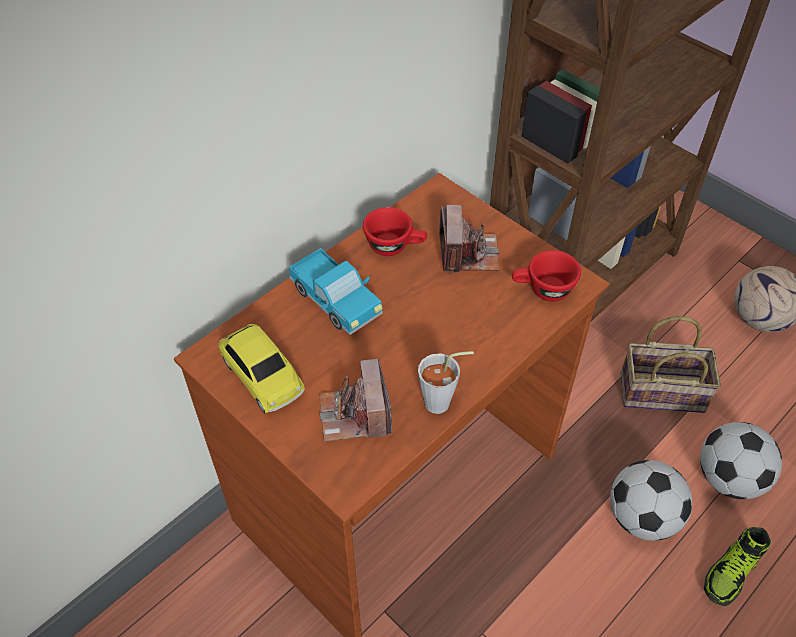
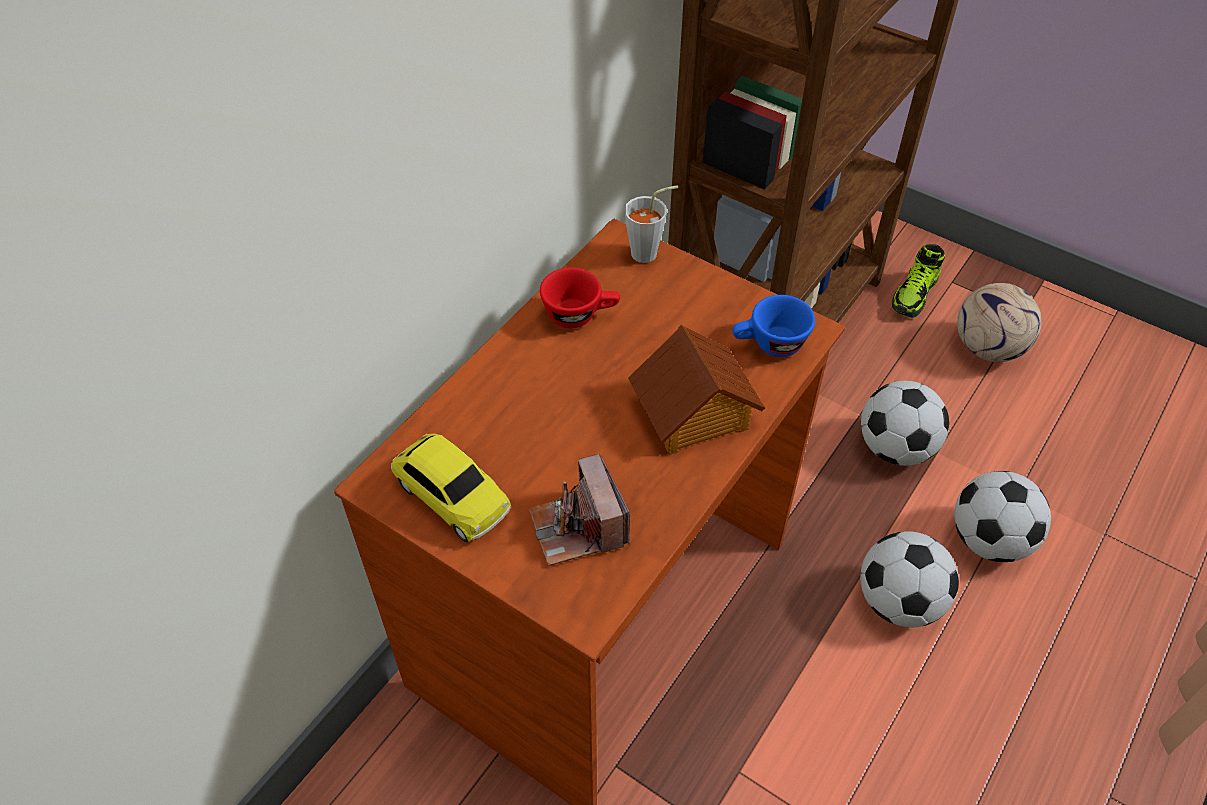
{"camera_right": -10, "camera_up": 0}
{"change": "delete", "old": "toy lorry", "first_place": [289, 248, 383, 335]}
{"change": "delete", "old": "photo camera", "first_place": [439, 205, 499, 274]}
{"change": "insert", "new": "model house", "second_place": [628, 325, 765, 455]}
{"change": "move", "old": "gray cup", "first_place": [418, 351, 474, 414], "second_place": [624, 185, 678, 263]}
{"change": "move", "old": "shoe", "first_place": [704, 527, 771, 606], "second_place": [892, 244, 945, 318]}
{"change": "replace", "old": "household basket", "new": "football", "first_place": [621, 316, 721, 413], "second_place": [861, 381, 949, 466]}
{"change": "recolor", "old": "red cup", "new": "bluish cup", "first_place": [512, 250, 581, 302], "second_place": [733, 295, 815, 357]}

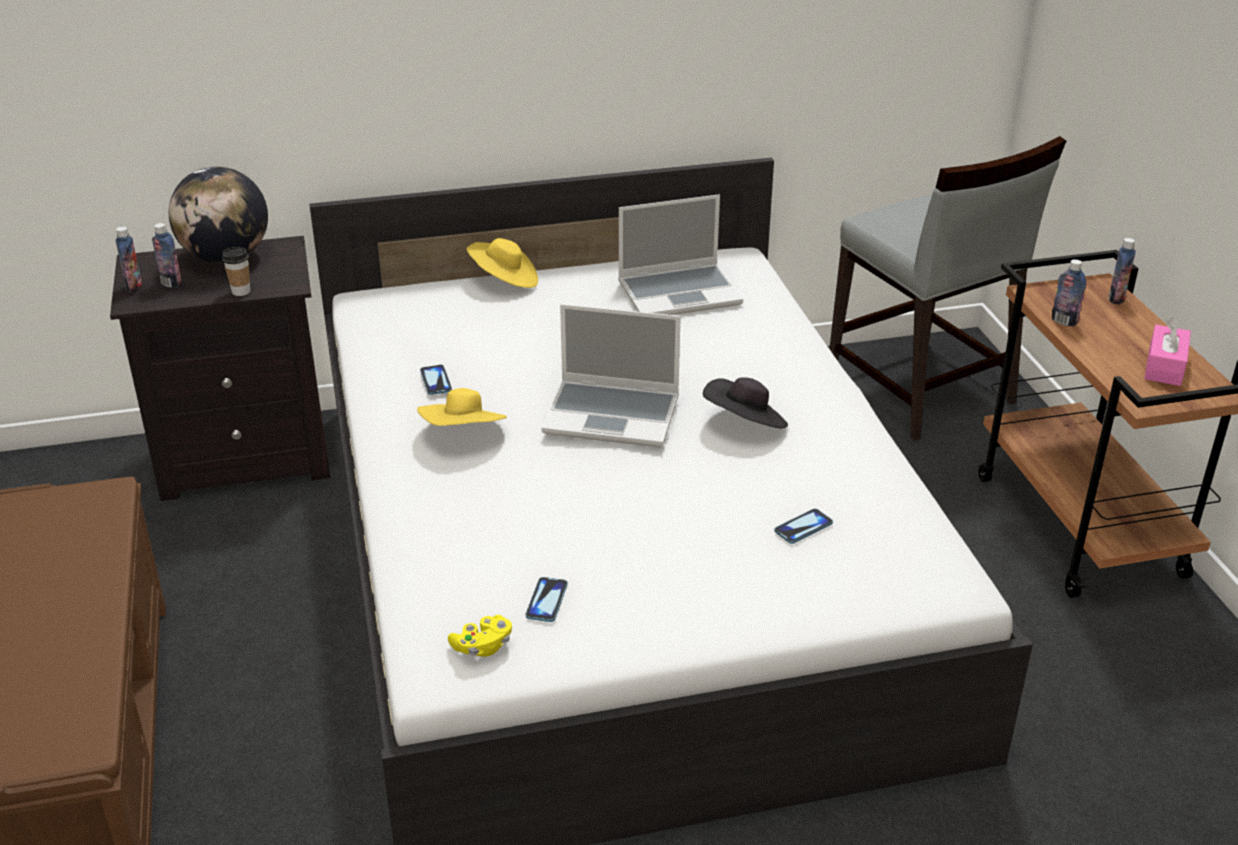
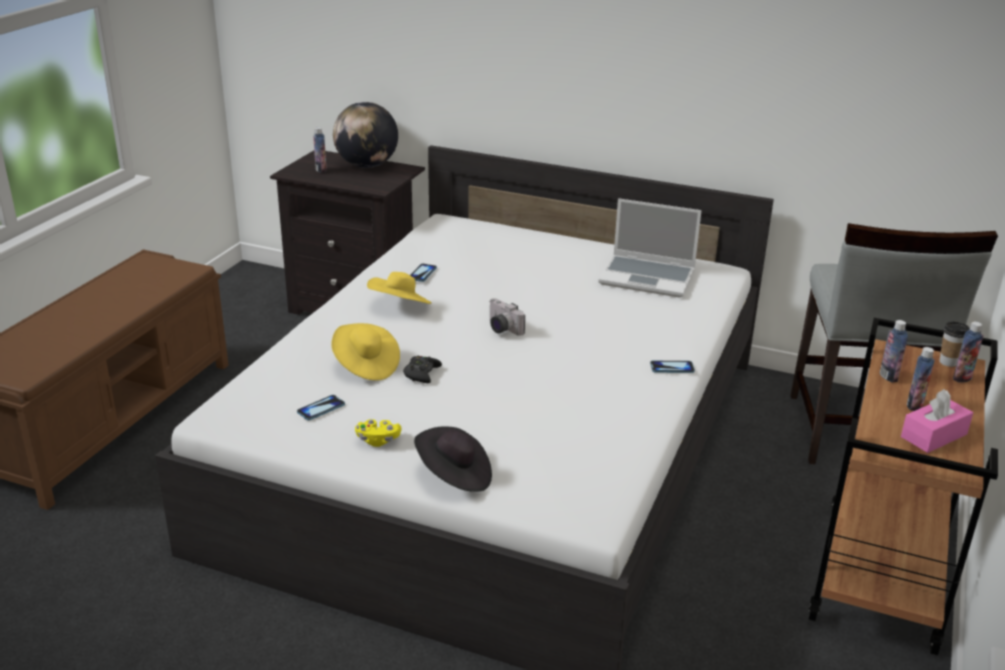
{"camera_right": 35, "camera_up": -5}
{"change": "insert", "new": "blackish gamepad", "second_place": [403, 356, 442, 383]}
{"change": "move", "old": "beverage bottle", "first_place": [116, 226, 142, 293], "second_place": [907, 347, 935, 411]}
{"change": "move", "old": "cup", "first_place": [222, 247, 250, 296], "second_place": [940, 322, 969, 367]}
{"change": "move", "old": "yellow-coloured gamepad", "first_place": [448, 615, 512, 657], "second_place": [355, 419, 401, 447]}
{"change": "move", "old": "yellow-coloured wearable hat", "first_place": [467, 238, 538, 288], "second_place": [331, 323, 400, 381]}
{"change": "move", "old": "blackish wearable hat", "first_place": [703, 378, 788, 428], "second_place": [414, 427, 492, 492]}
{"change": "move", "old": "telephone", "first_place": [774, 509, 833, 544], "second_place": [650, 361, 695, 373]}
{"change": "replace", "old": "laptop", "new": "photo camera", "first_place": [541, 304, 681, 447], "second_place": [489, 298, 525, 336]}

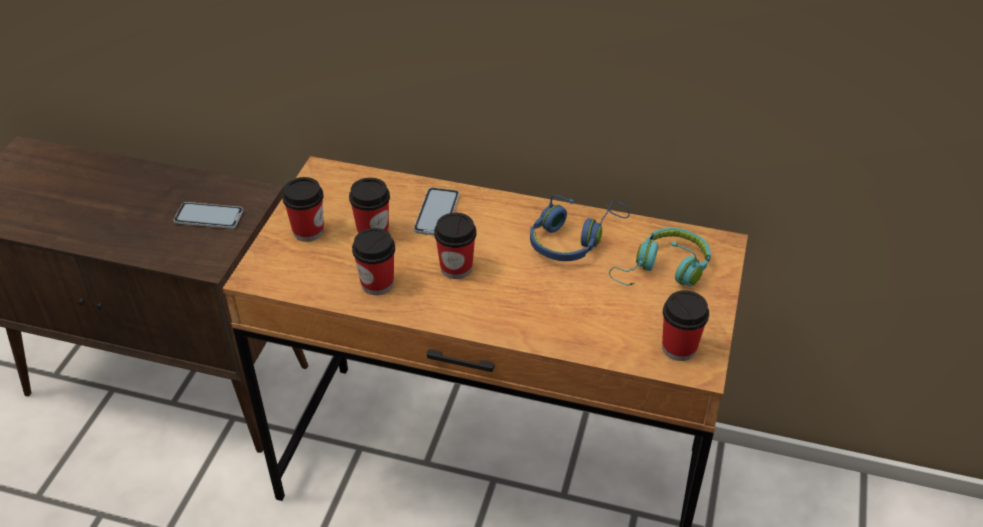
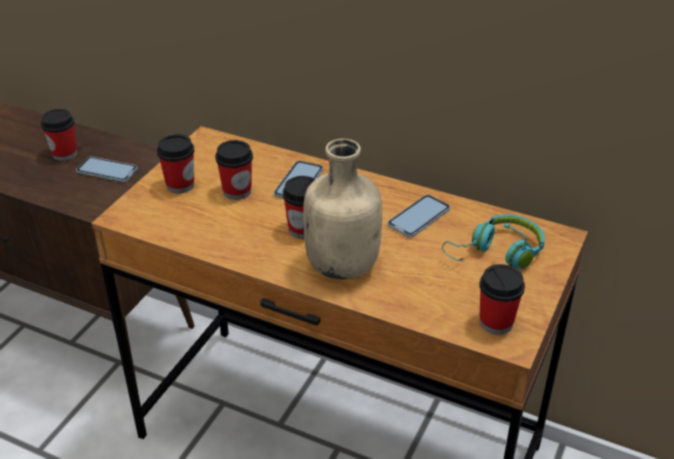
{"camera_right": 10, "camera_up": -5}
{"change": "insert", "new": "beige-coloured beverage bottle", "second_place": [303, 139, 382, 279]}
{"change": "move", "old": "cup", "first_place": [352, 228, 395, 295], "second_place": [41, 109, 77, 161]}
{"change": "replace", "old": "bluish headset", "new": "telephone", "first_place": [530, 195, 630, 261], "second_place": [387, 195, 450, 238]}

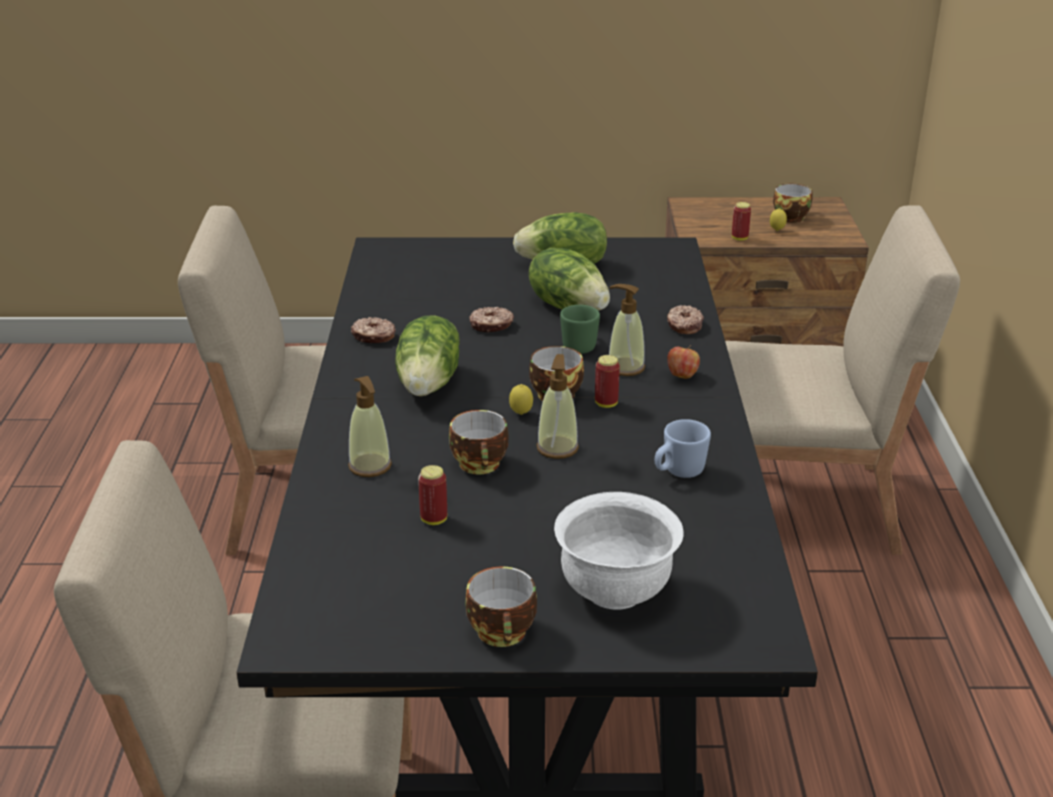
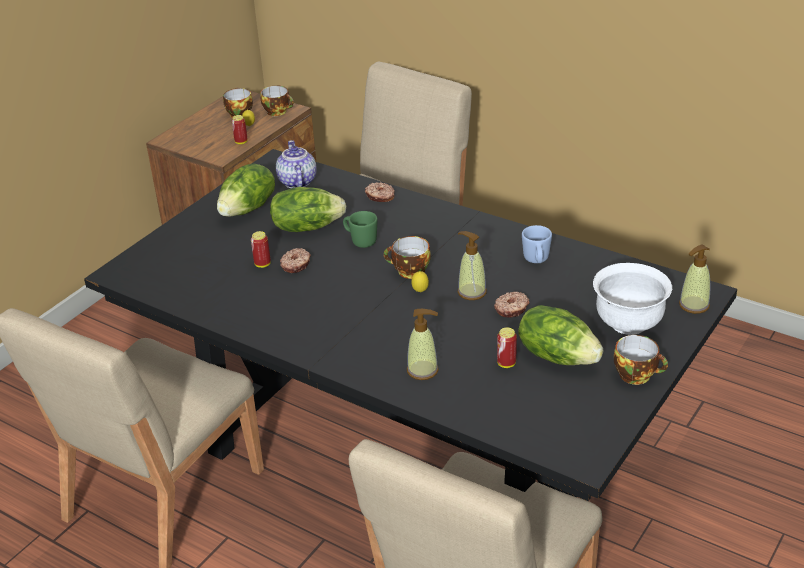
{"camera_right": -55, "camera_up": 5}
{"change": "delete", "old": "whole apple", "first_place": [667, 345, 700, 379]}
{"change": "insert", "new": "pot for tea", "second_place": [276, 140, 317, 188]}
{"change": "move", "old": "doughnut", "first_place": [350, 317, 396, 343], "second_place": [494, 292, 529, 318]}
{"change": "move", "old": "head of lettuce", "first_place": [396, 316, 460, 397], "second_place": [519, 305, 603, 365]}
{"change": "move", "old": "cup", "first_place": [449, 410, 509, 474], "second_place": [260, 86, 294, 116]}
{"change": "move", "old": "sealed can", "first_place": [595, 355, 620, 408], "second_place": [251, 231, 271, 268]}
{"change": "move", "old": "liquid soap bottle", "first_place": [609, 284, 645, 376], "second_place": [679, 245, 710, 314]}

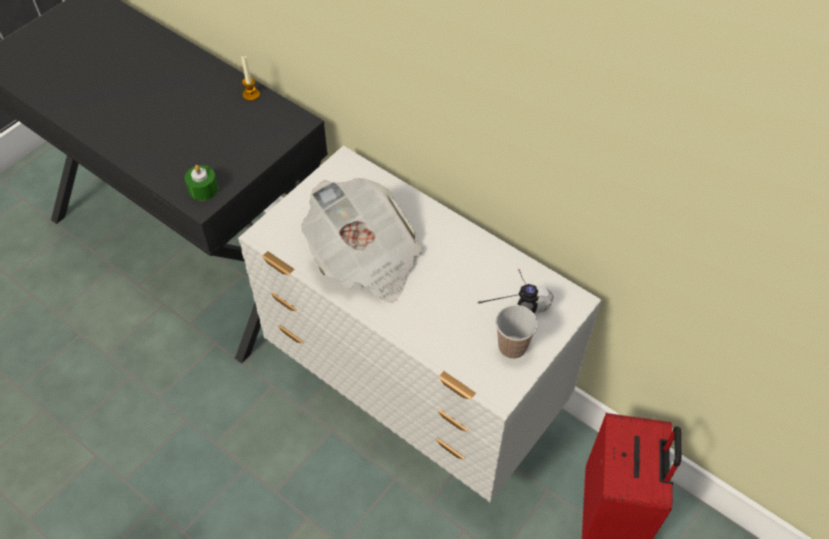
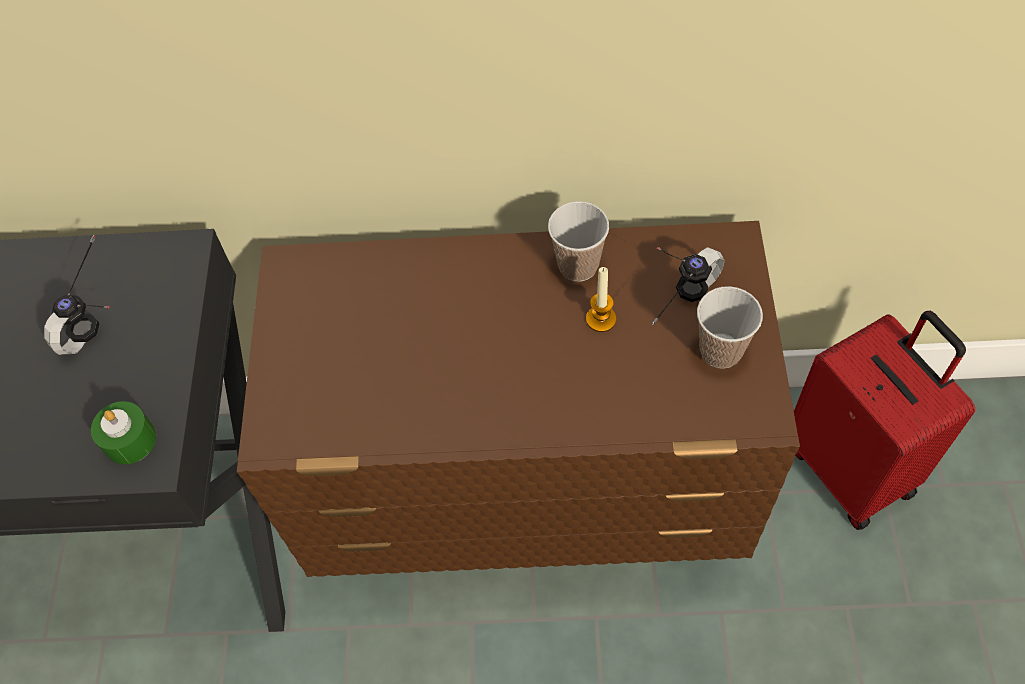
{"camera_right": -35, "camera_up": 5}
{"change": "delete", "old": "newspaper", "first_place": [301, 178, 423, 303]}
{"change": "insert", "new": "headset", "second_place": [44, 235, 109, 355]}
{"change": "insert", "new": "cup", "second_place": [548, 201, 609, 281]}
{"change": "move", "old": "wax light", "first_place": [241, 55, 260, 101], "second_place": [586, 267, 616, 332]}
{"change": "recolor", "old": "white dresser", "new": "brownish dresser", "first_place": [238, 146, 602, 502], "second_place": [237, 221, 800, 577]}

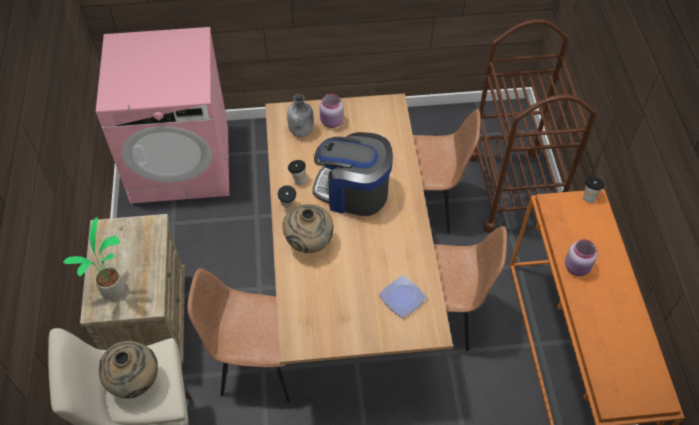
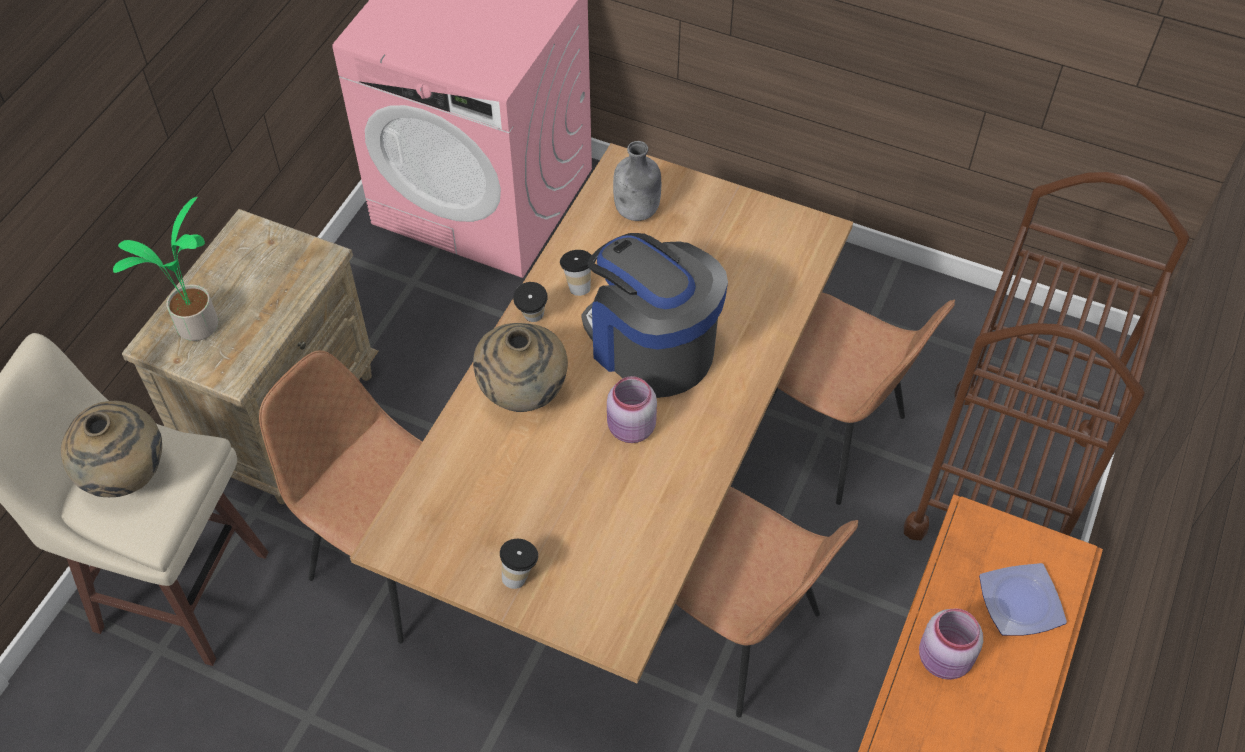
{"camera_right": 30, "camera_up": 0}
{"change": "move", "old": "pink-coloured preserve jar", "first_place": [319, 94, 344, 128], "second_place": [607, 376, 657, 443]}
{"change": "move", "old": "dinner plate", "first_place": [379, 275, 427, 317], "second_place": [979, 563, 1067, 636]}
{"change": "move", "old": "cup", "first_place": [583, 177, 604, 203], "second_place": [500, 539, 538, 589]}

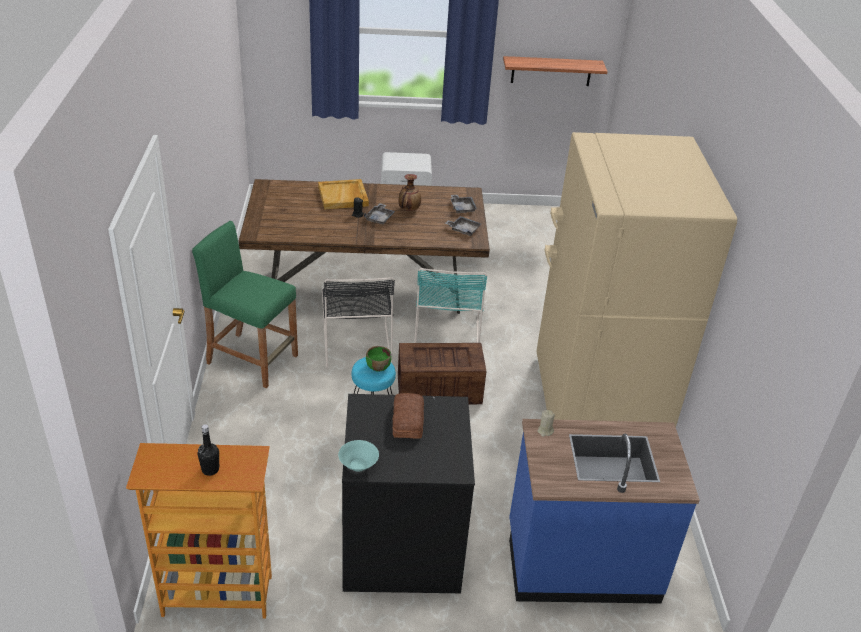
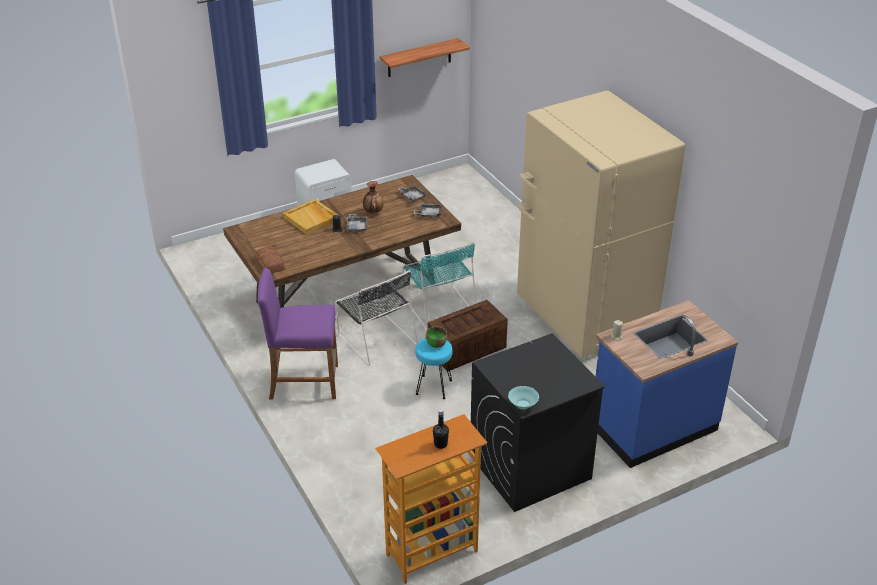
{"camera_right": -25, "camera_up": 0}
{"change": "move", "old": "bread", "first_place": [393, 393, 424, 439], "second_place": [256, 246, 285, 274]}
{"change": "recolor", "old": "green-coloured stool seat", "new": "purplish stool seat", "first_place": [192, 221, 298, 388], "second_place": [258, 268, 338, 399]}

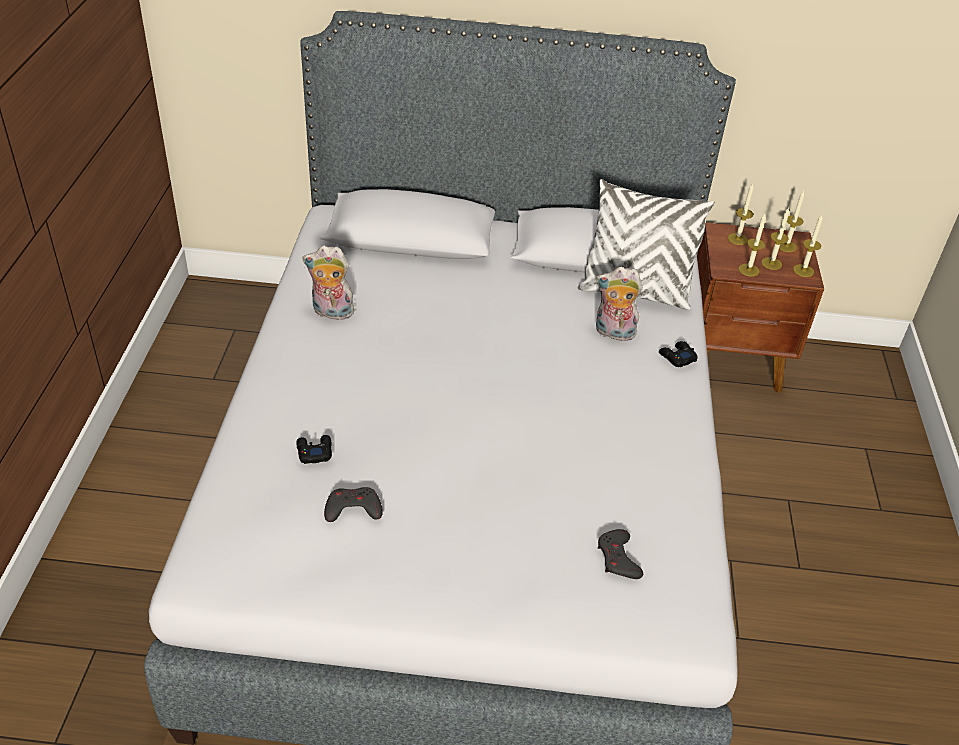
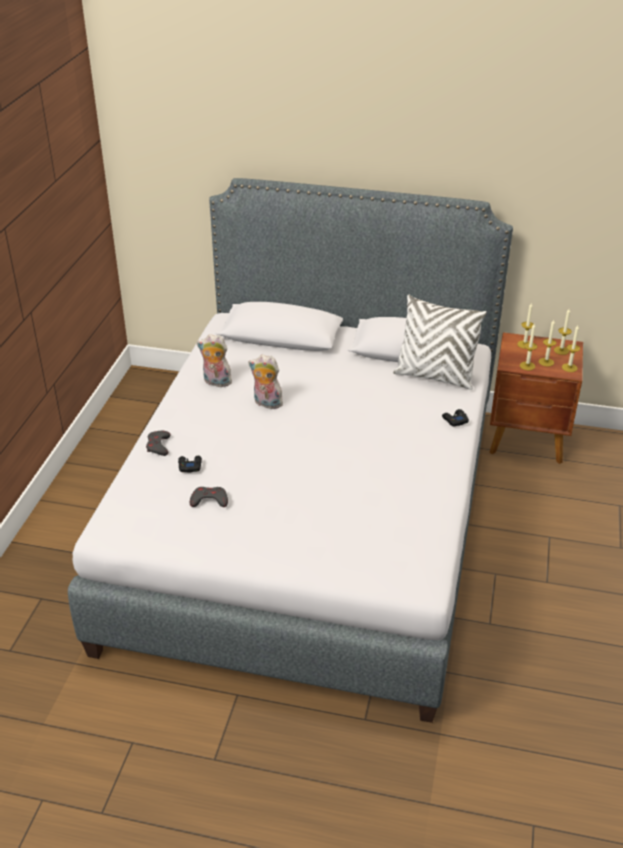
{"camera_right": 10, "camera_up": -5}
{"change": "move", "old": "cuddly toy", "first_place": [596, 267, 643, 341], "second_place": [249, 354, 283, 409]}
{"change": "move", "old": "gray gamepad", "first_place": [598, 529, 643, 579], "second_place": [146, 431, 170, 456]}

